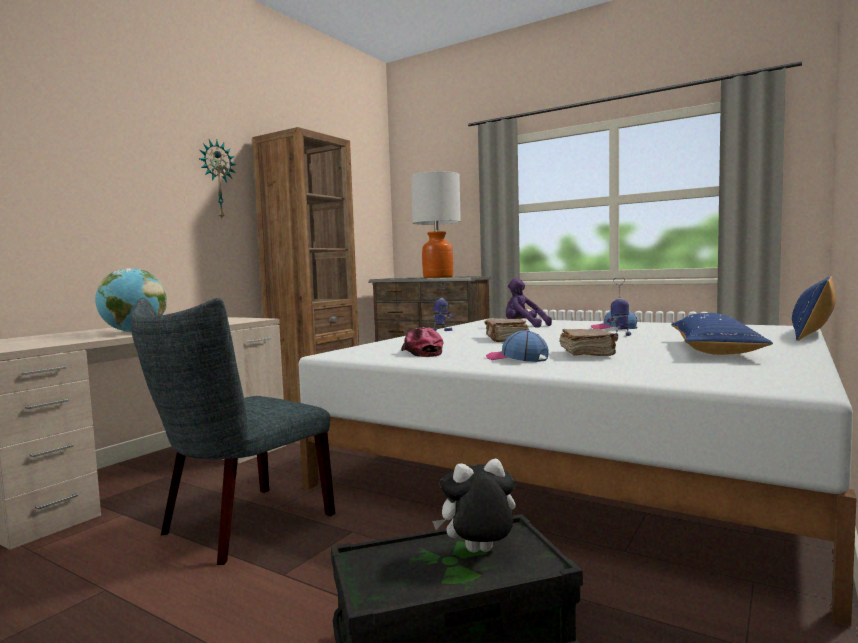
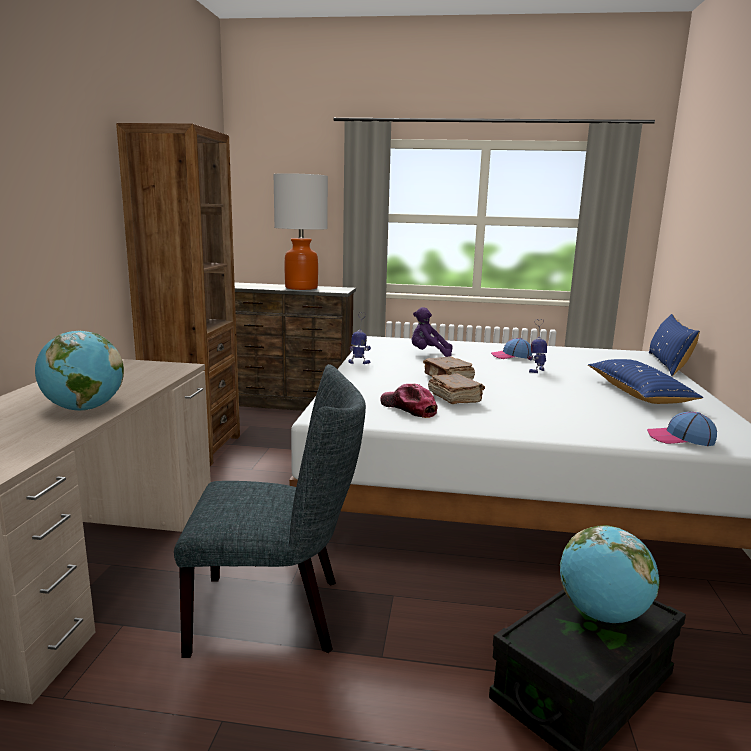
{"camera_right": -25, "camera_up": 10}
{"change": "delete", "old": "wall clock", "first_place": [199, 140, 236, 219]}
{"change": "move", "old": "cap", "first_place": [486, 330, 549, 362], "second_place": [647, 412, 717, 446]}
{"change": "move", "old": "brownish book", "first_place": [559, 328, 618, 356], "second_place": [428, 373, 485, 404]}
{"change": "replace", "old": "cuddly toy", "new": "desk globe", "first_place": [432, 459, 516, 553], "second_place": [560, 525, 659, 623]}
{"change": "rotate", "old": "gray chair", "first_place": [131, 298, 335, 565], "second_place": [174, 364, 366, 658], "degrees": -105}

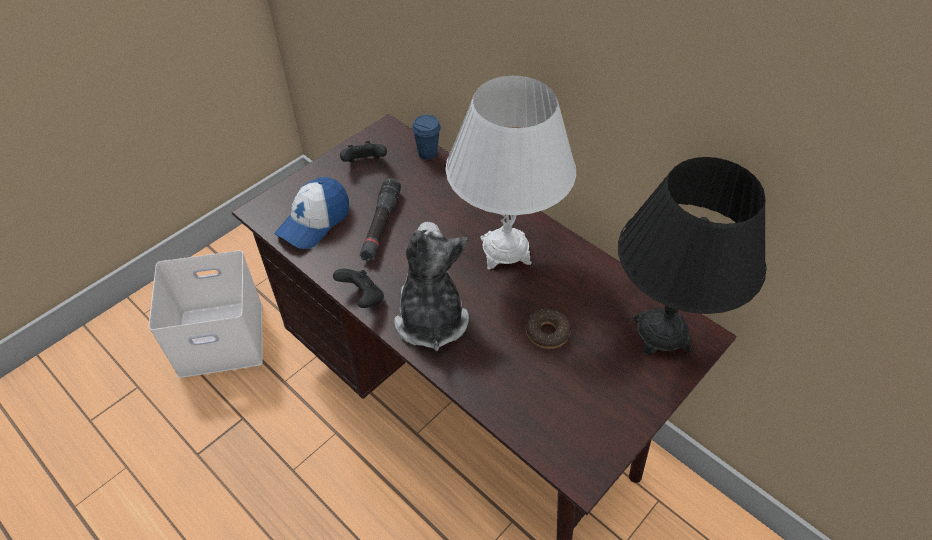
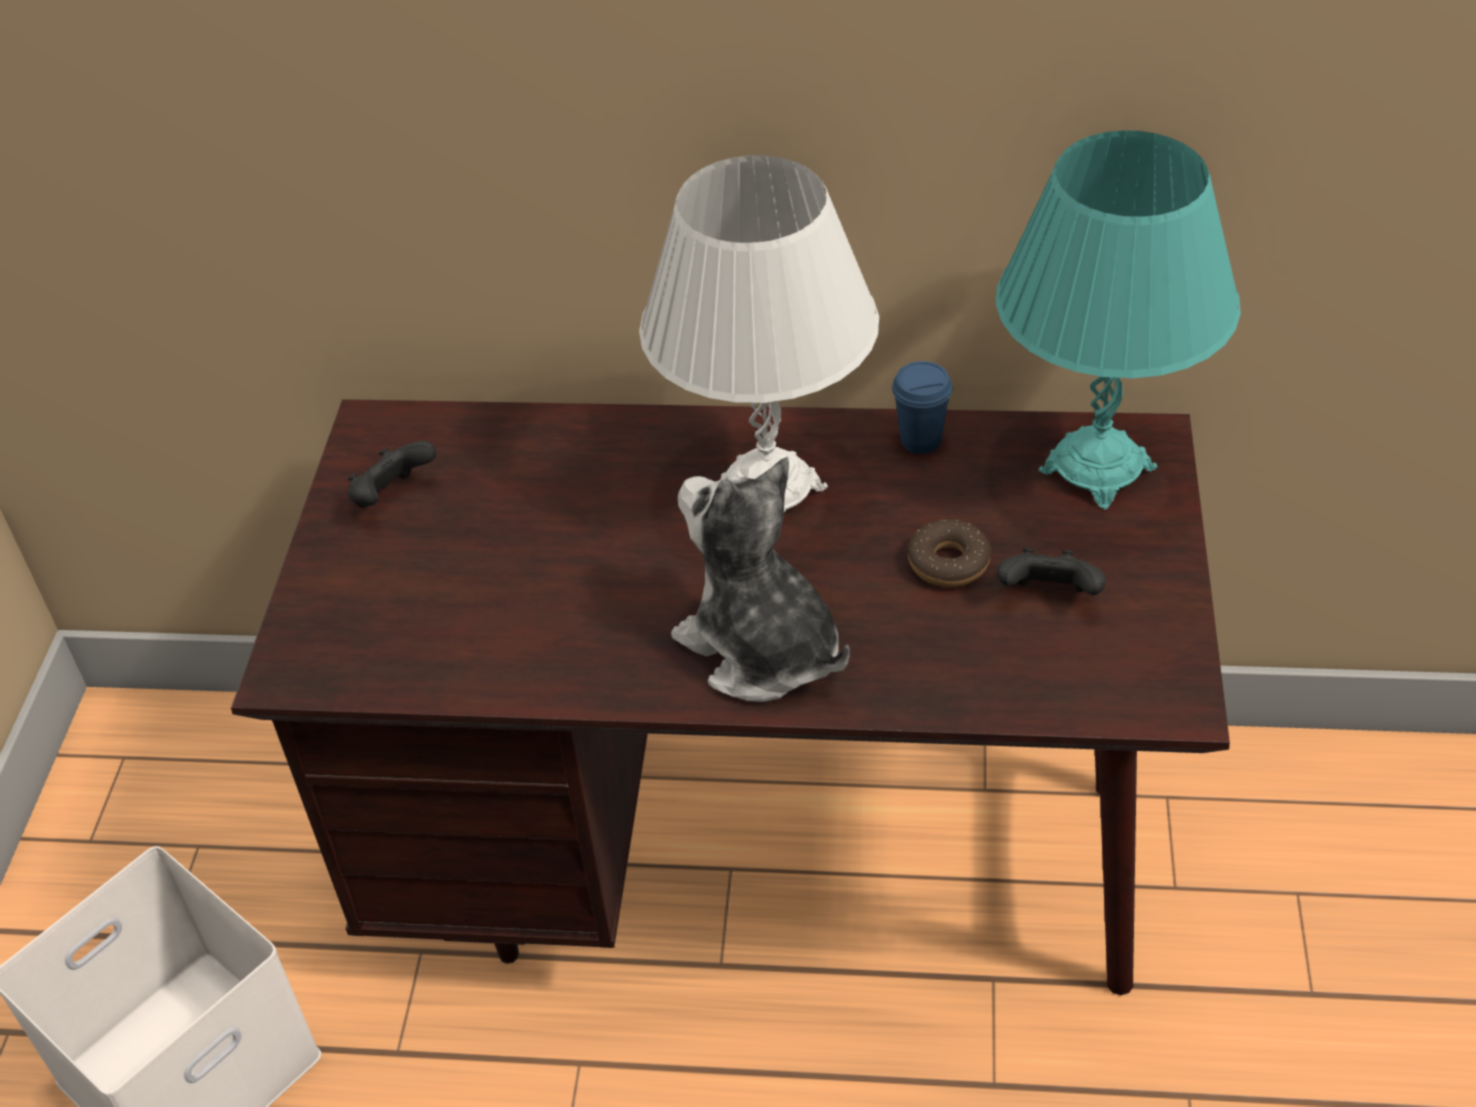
{"camera_right": -35, "camera_up": -5}
{"change": "delete", "old": "cap", "first_place": [274, 177, 349, 249]}
{"change": "delete", "old": "blackish torch", "first_place": [359, 178, 401, 262]}
{"change": "move", "old": "blackish gamepad", "first_place": [333, 269, 384, 308], "second_place": [997, 548, 1106, 595]}
{"change": "move", "old": "bluish cup", "first_place": [412, 115, 441, 159], "second_place": [892, 361, 953, 454]}
{"change": "recolor", "old": "blackish tabletop lamp", "new": "turquoise tabletop lamp", "first_place": [618, 157, 766, 356], "second_place": [996, 130, 1241, 510]}

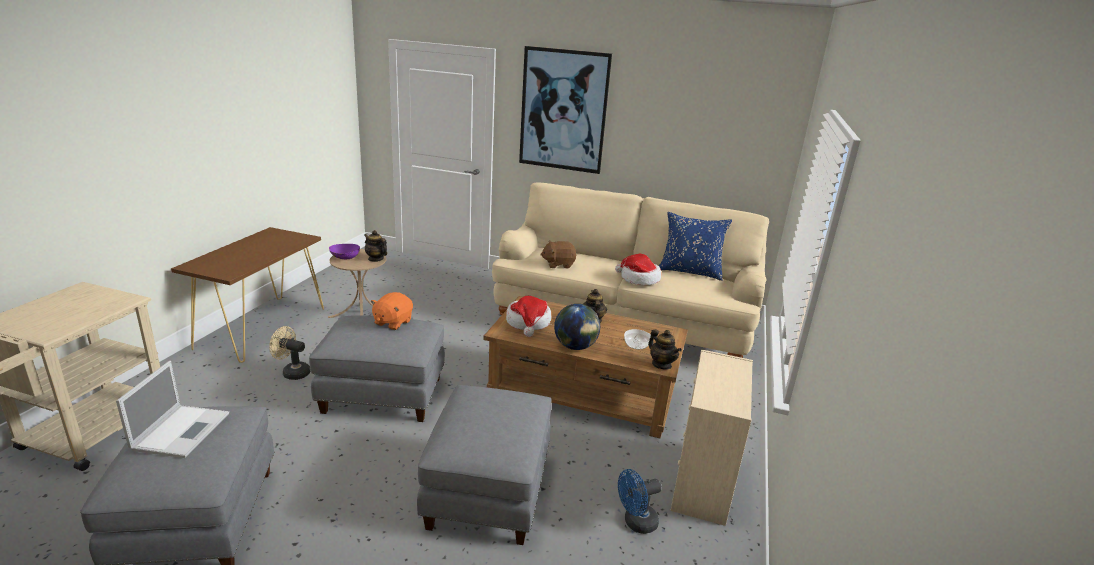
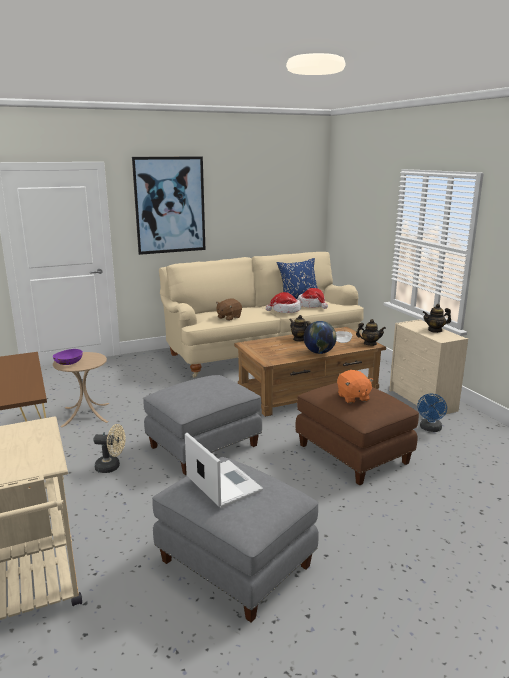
{"camera_right": -40, "camera_up": -5}
{"change": "move", "old": "pot for tea", "first_place": [364, 230, 387, 262], "second_place": [422, 304, 451, 333]}
{"change": "move", "old": "orange cuddly toy", "first_place": [371, 292, 413, 330], "second_place": [337, 370, 374, 404]}
{"change": "move", "old": "wearable hat", "first_place": [506, 296, 551, 337], "second_place": [298, 288, 328, 309]}
{"change": "recolor", "old": "gray footrest", "new": "brownish footrest", "first_place": [417, 385, 552, 545], "second_place": [296, 383, 419, 485]}
{"change": "rotate", "old": "beige-coloured cooling fan", "first_place": [269, 326, 310, 380], "second_place": [93, 424, 126, 473], "degrees": -150}

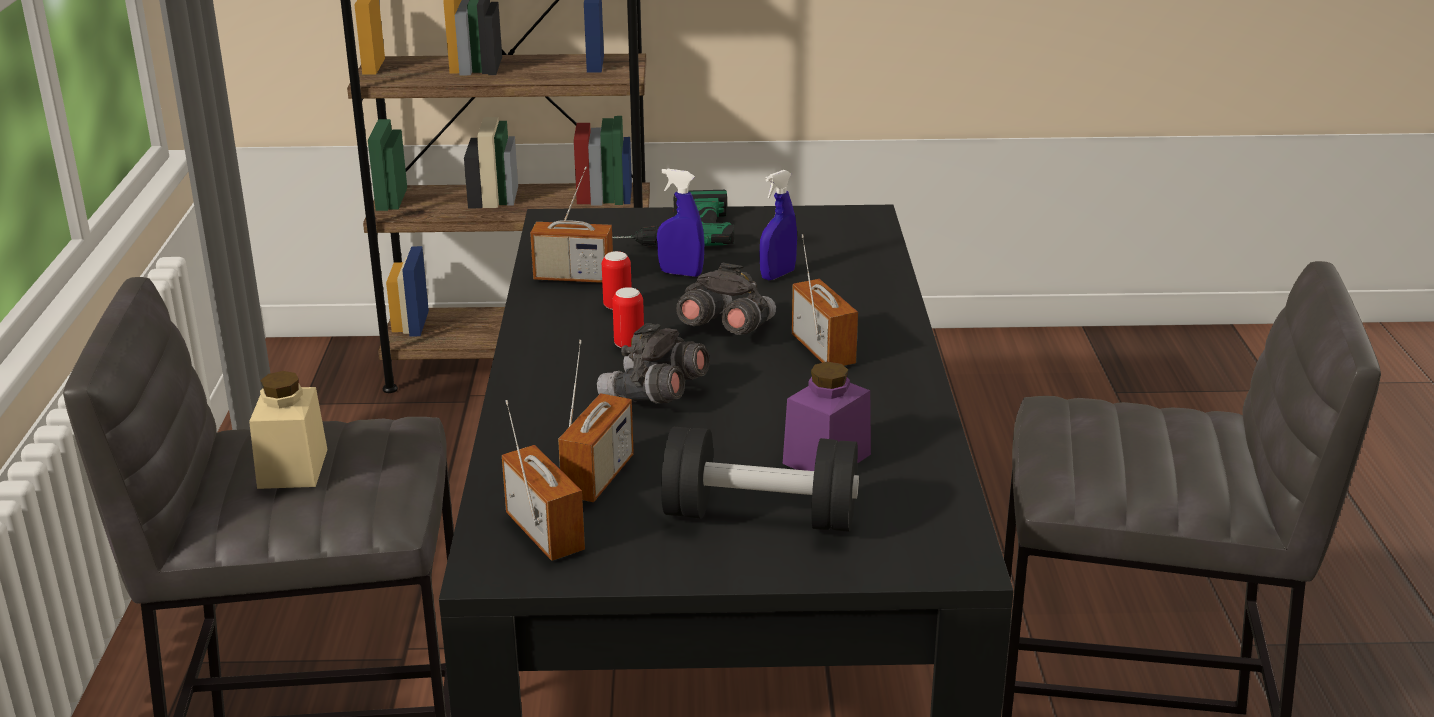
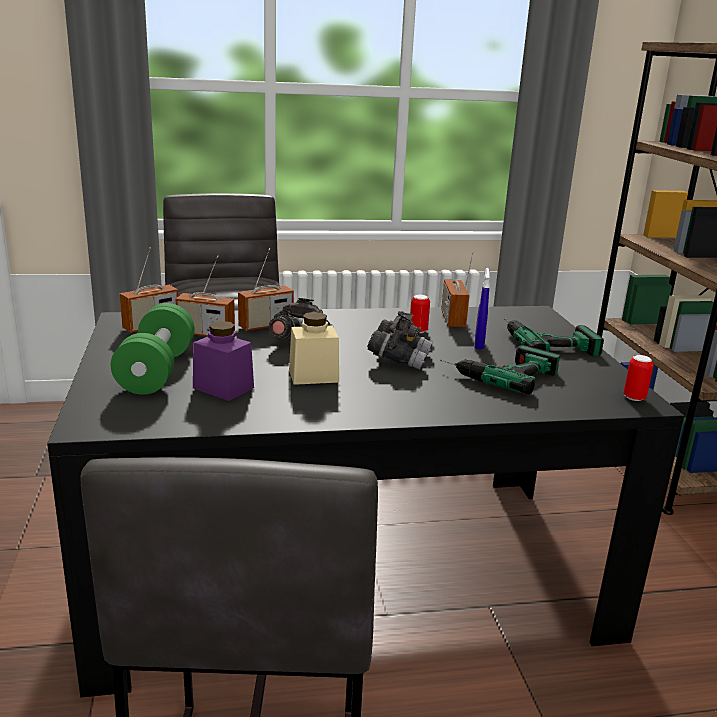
{"camera_right": 80, "camera_up": -5}
{"change": "move", "old": "beige-coloured preserve jar", "first_place": [249, 371, 328, 489], "second_place": [289, 312, 339, 385]}
{"change": "move", "old": "sealed can", "first_place": [612, 287, 644, 348], "second_place": [624, 355, 653, 401]}
{"change": "move", "old": "radio receiver", "first_place": [792, 234, 858, 366], "second_place": [238, 248, 294, 331]}
{"change": "replace", "old": "bluish spray bottle", "new": "electric drill", "first_place": [759, 170, 797, 280], "second_place": [440, 345, 560, 395]}
{"change": "recolor", "old": "blackish dumbbell", "new": "green-coloured dumbbell", "first_place": [661, 427, 859, 532], "second_place": [111, 303, 195, 395]}

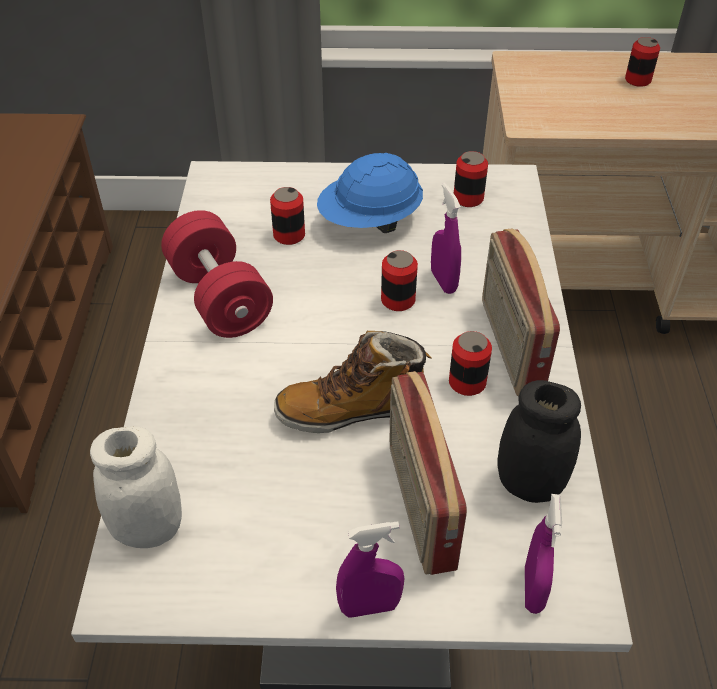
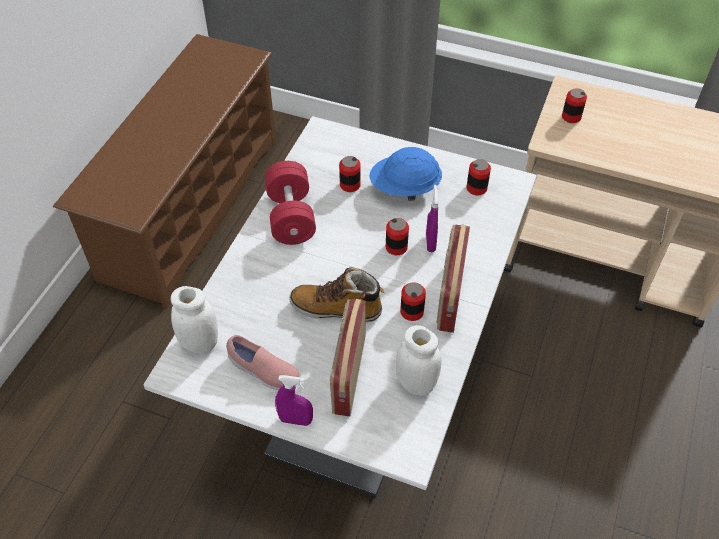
{"camera_right": 20, "camera_up": 5}
{"change": "delete", "old": "purplish spray bottle", "first_place": [525, 494, 562, 614]}
{"change": "insert", "new": "pink-coloured shoe", "second_place": [226, 335, 301, 390]}
{"change": "move", "old": "sealed can", "first_place": [625, 37, 660, 87], "second_place": [562, 88, 587, 123]}
{"change": "recolor", "old": "blackish preserve jar", "new": "white preserve jar", "first_place": [498, 380, 581, 503], "second_place": [396, 325, 442, 396]}

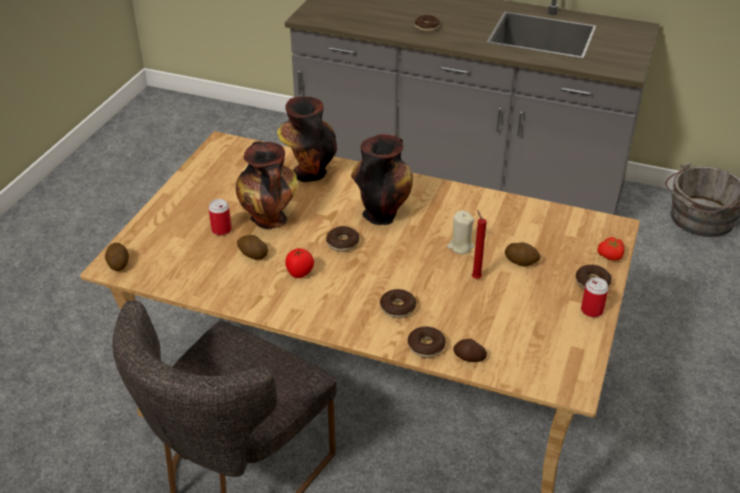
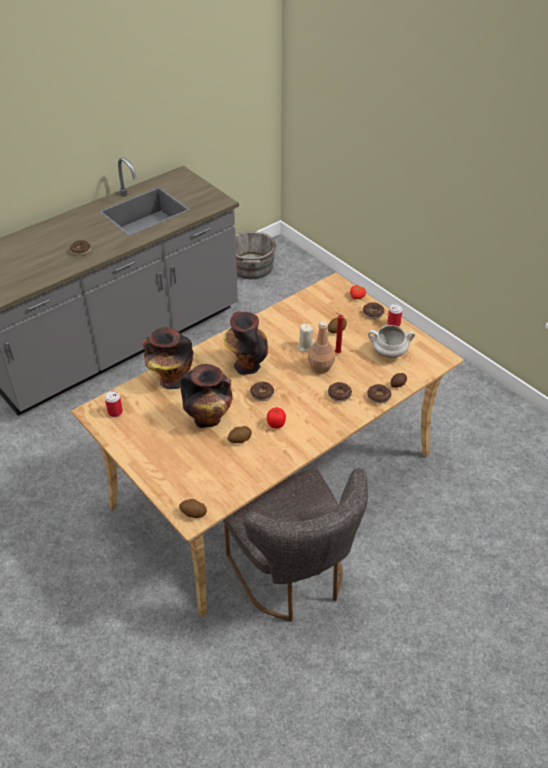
{"camera_right": -60, "camera_up": 5}
{"change": "insert", "new": "brownish beverage bottle", "second_place": [308, 321, 335, 374]}
{"change": "insert", "new": "white stockpot", "second_place": [368, 325, 415, 358]}
{"change": "move", "old": "sealed can", "first_place": [208, 199, 232, 235], "second_place": [105, 391, 123, 417]}

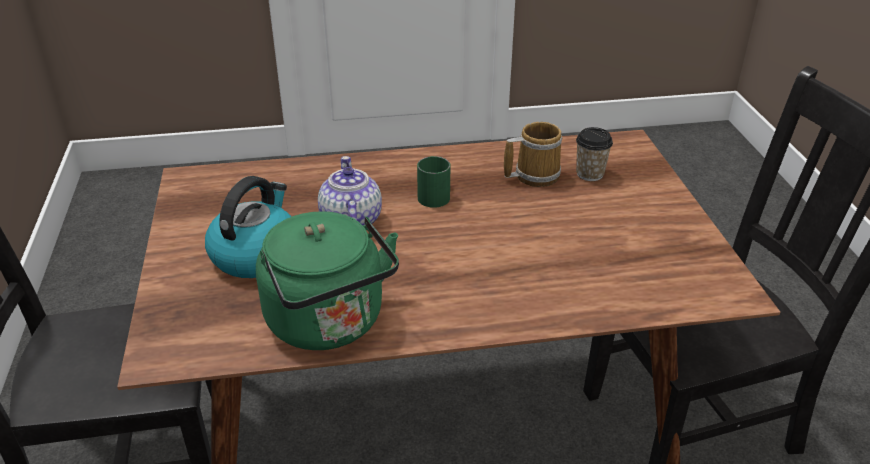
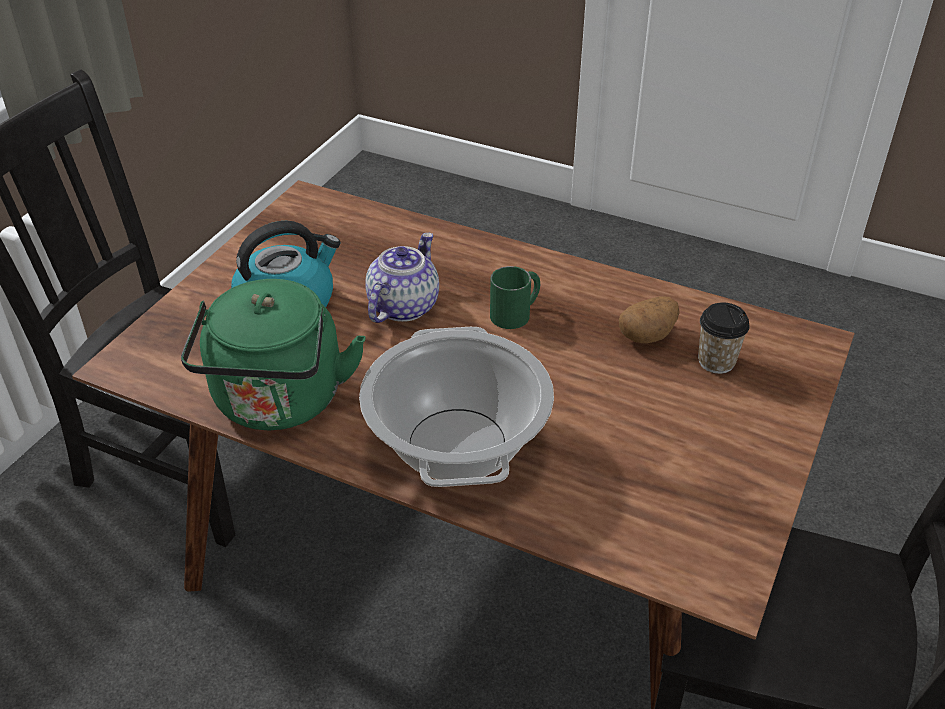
{"camera_right": 35, "camera_up": 5}
{"change": "insert", "new": "stockpot", "second_place": [359, 327, 554, 487]}
{"change": "replace", "old": "mug", "new": "whole potato", "first_place": [504, 122, 562, 187], "second_place": [619, 296, 679, 343]}

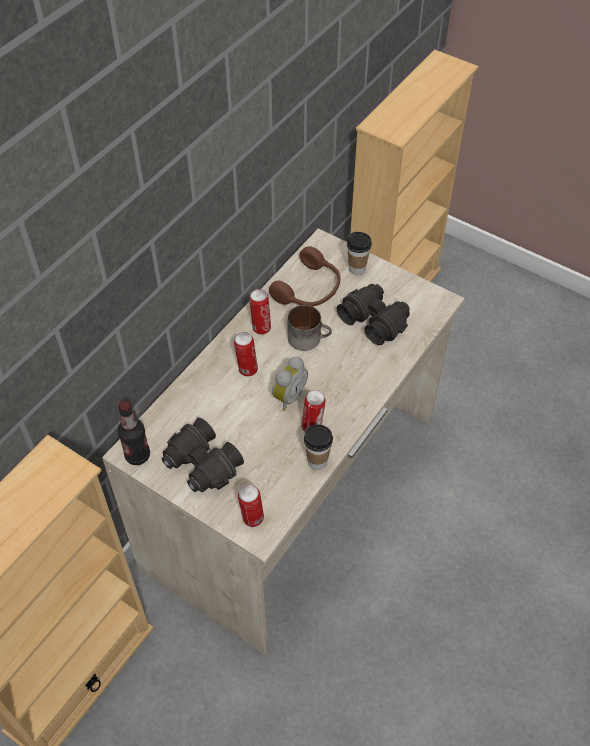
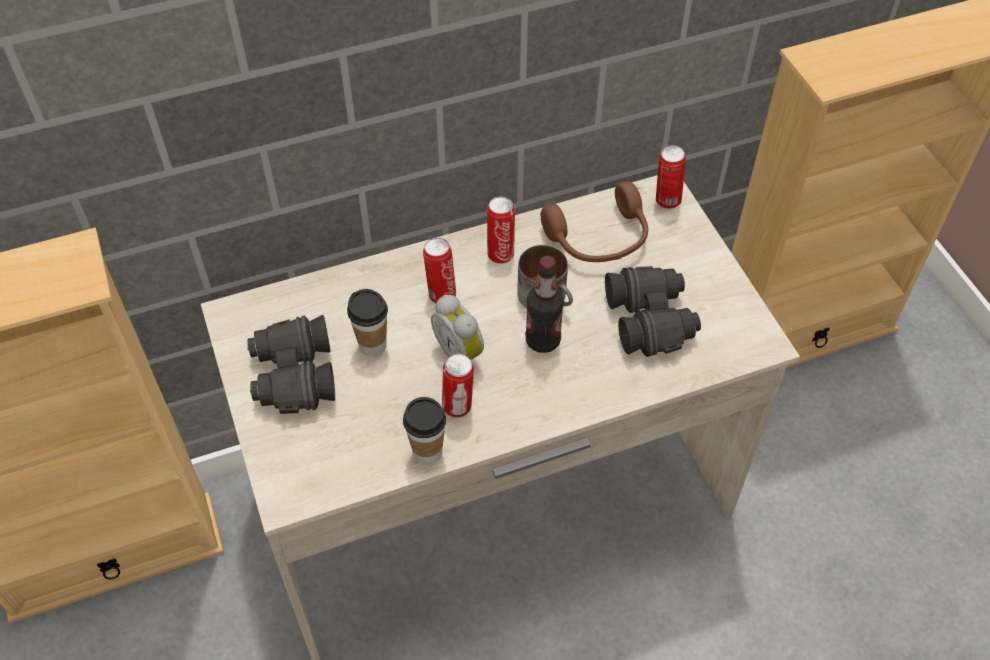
{"camera_right": 35, "camera_up": 0}
{"change": "move", "old": "beverage bottle", "first_place": [117, 401, 150, 465], "second_place": [525, 256, 564, 353]}
{"change": "move", "old": "sealed can", "first_place": [238, 484, 264, 527], "second_place": [656, 145, 686, 209]}
{"change": "move", "old": "cup", "first_place": [347, 232, 372, 275], "second_place": [347, 289, 388, 356]}
{"change": "rotate", "old": "alarm clock", "first_place": [272, 357, 308, 411], "second_place": [431, 295, 484, 360], "degrees": 75}

